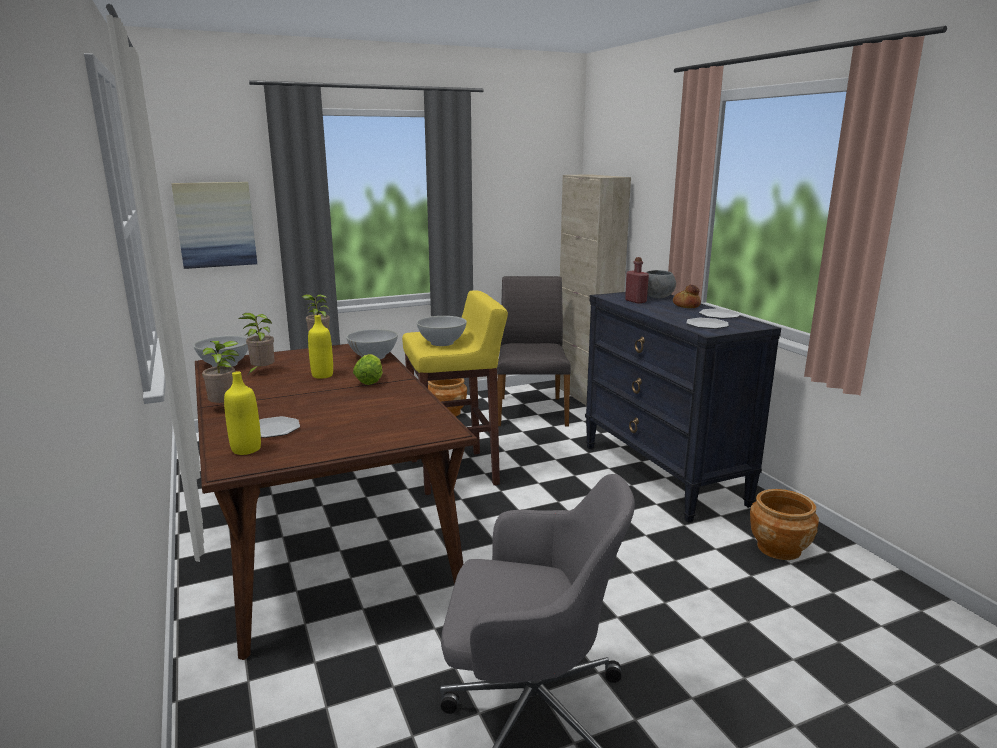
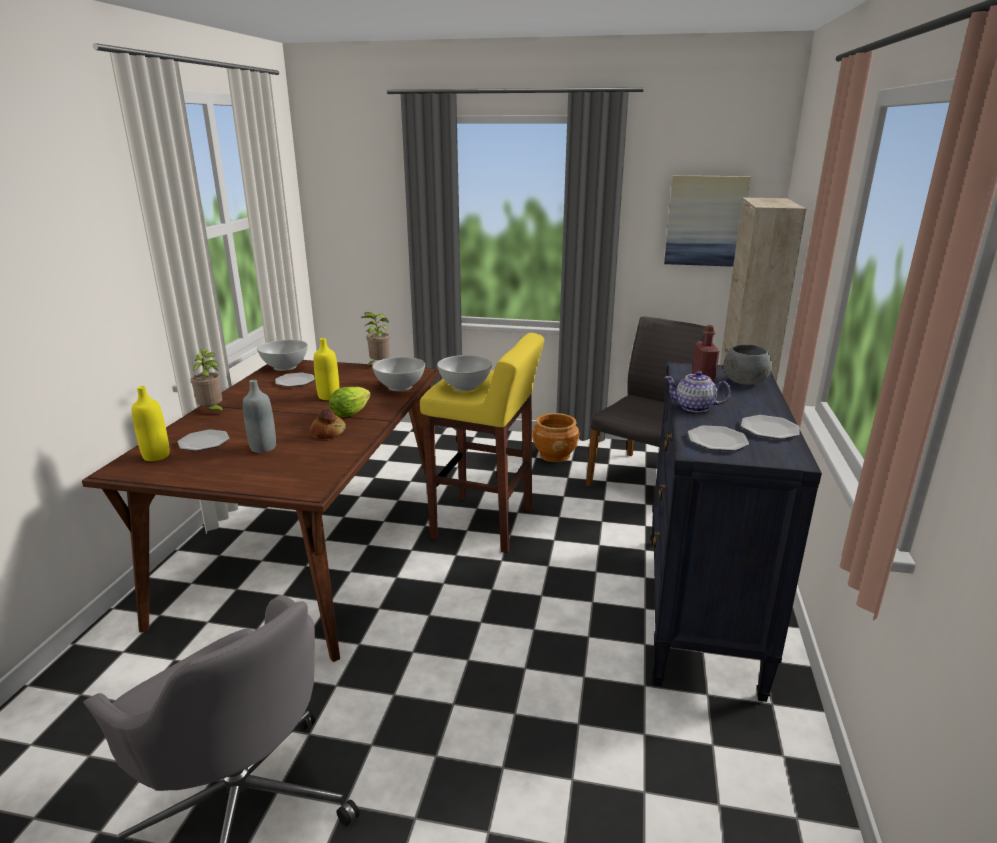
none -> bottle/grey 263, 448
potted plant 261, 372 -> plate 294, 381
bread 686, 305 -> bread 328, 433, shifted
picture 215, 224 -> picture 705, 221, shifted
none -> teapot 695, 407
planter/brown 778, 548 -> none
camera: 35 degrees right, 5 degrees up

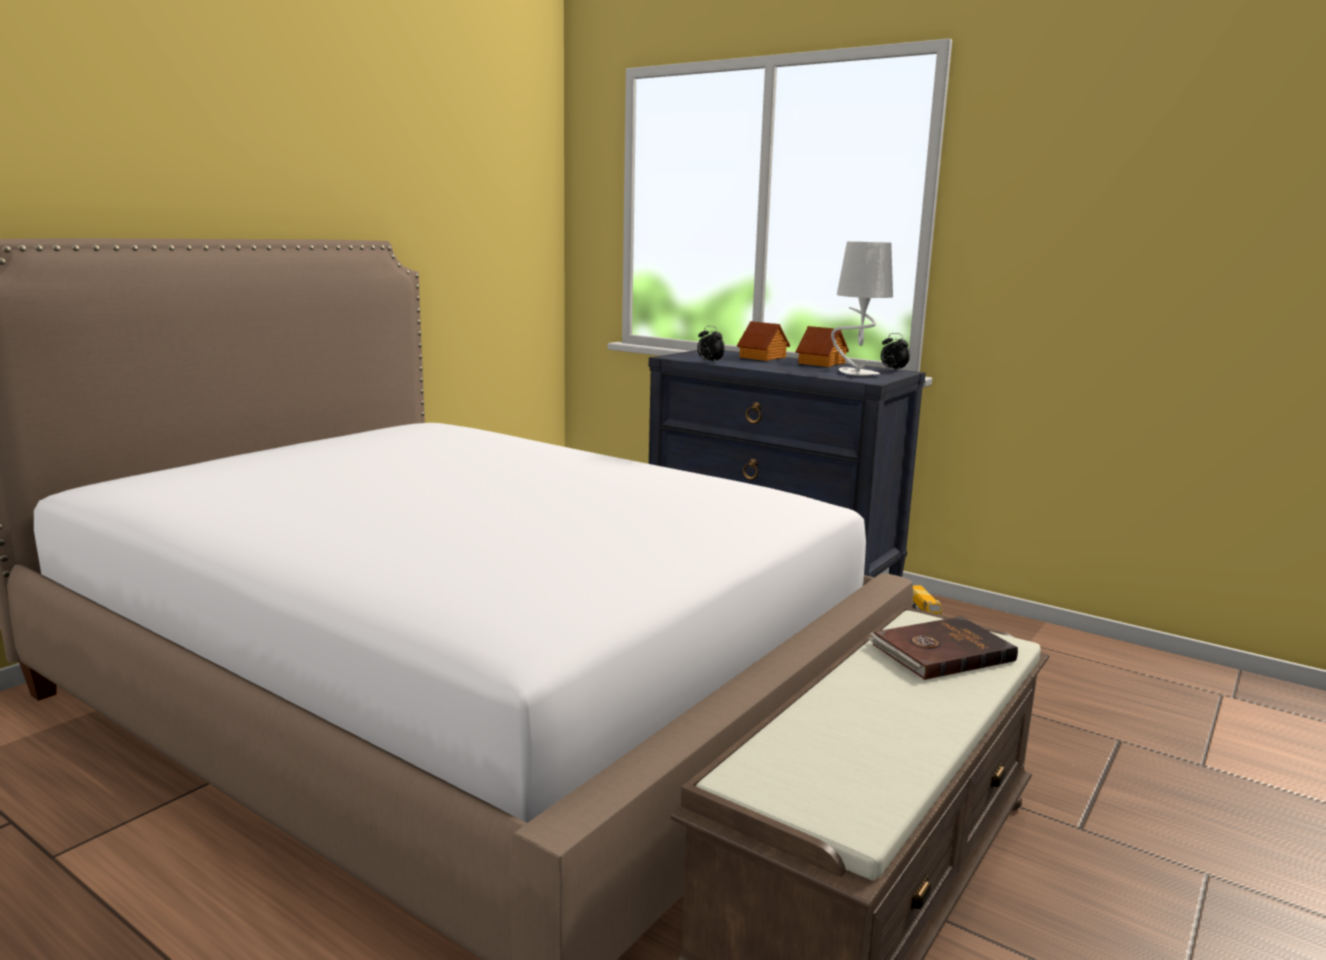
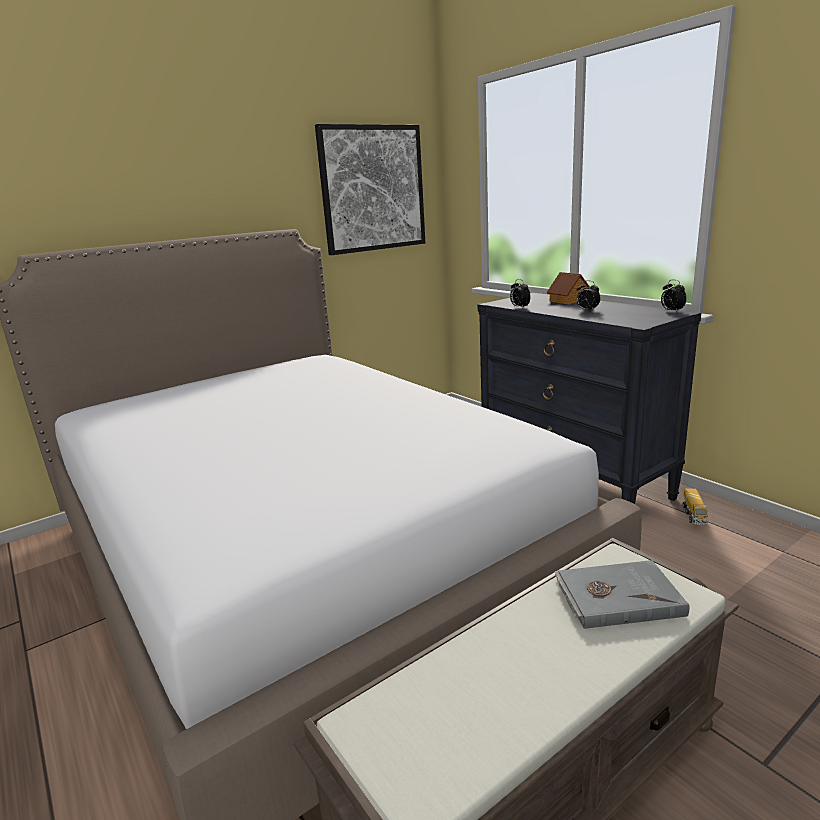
none -> picture 373, 189
book/brown 940, 652 -> book/grey 617, 596
none -> alarm clock 587, 310
toy house 821, 363 -> none
table lamp/grey 855, 373 -> none
camera: 20 degrees right, 5 degrees up

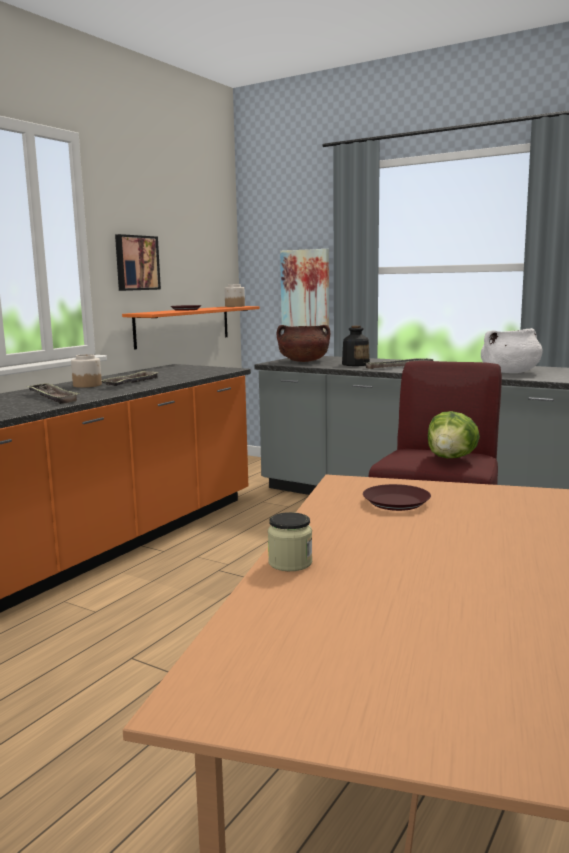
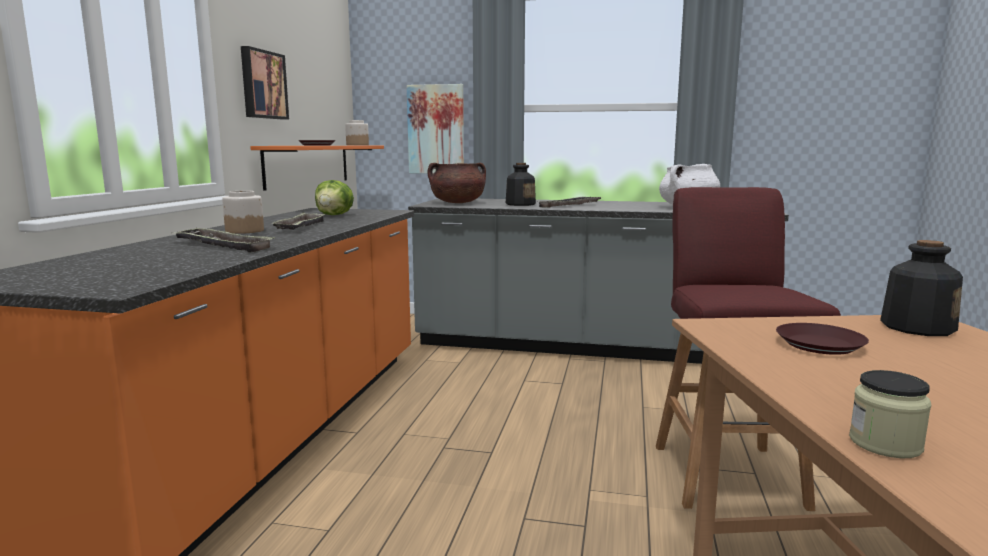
lettuce 451, 458 -> lettuce 335, 215, shifted
none -> bottle 916, 327
camera: 20 degrees left, 0 degrees up

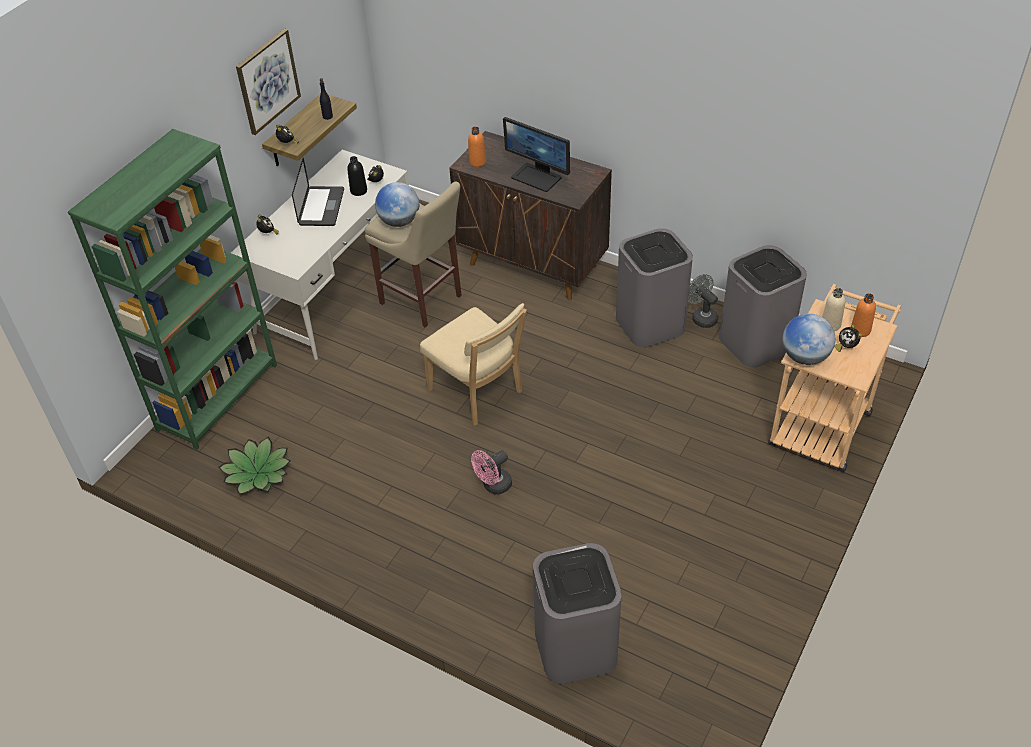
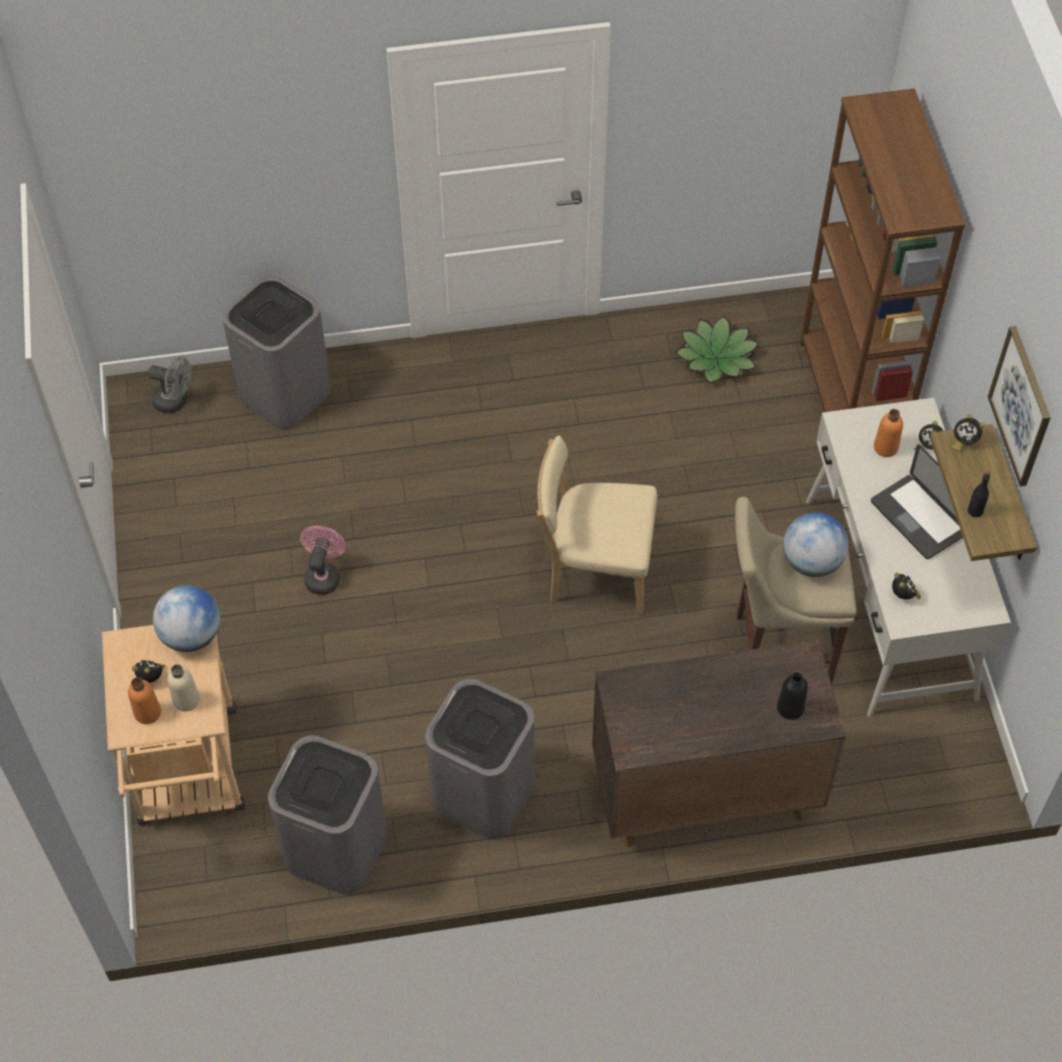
fan/grey 701, 317 -> fan/grey 175, 401, shifted
fan/pink 493, 486 -> fan/pink 323, 575, shifted
bottle/black 358, 191 -> bottle/black 790, 708, shifted
bookcase/green 218, 396 -> bookcase/brown 850, 400
bottle/orange 477, 162 -> bottle/orange 885, 447, shifted
monitor 537, 177 -> none
camera: 140 degrees right, 10 degrees up

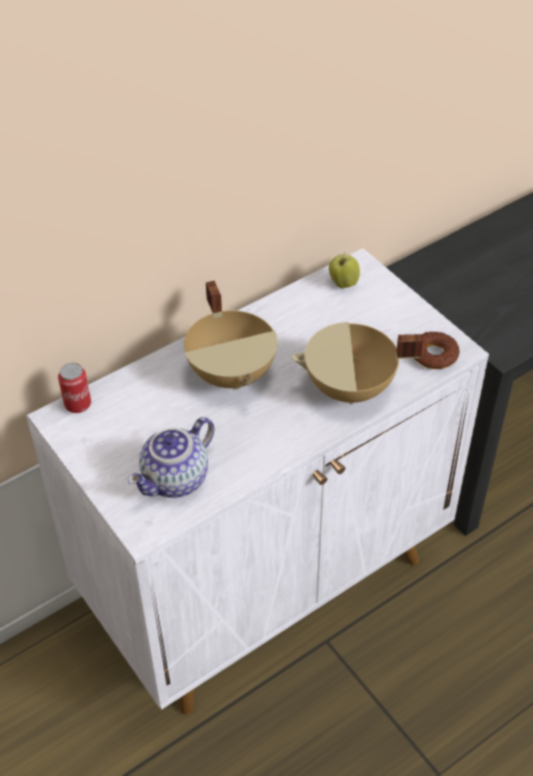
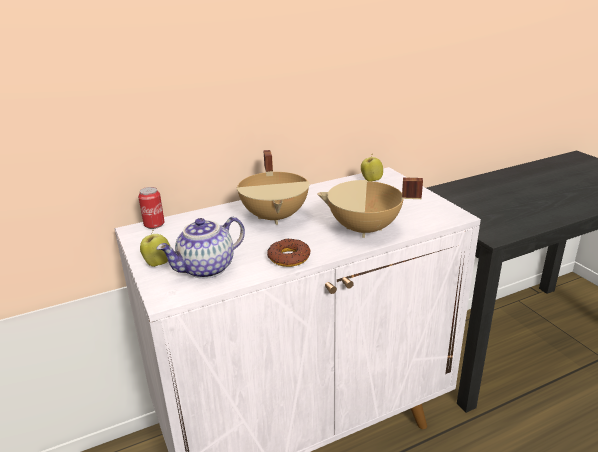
none -> apple 157, 263
donut 434, 355 -> donut 289, 257, shifted
camera: 10 degrees right, 20 degrees down

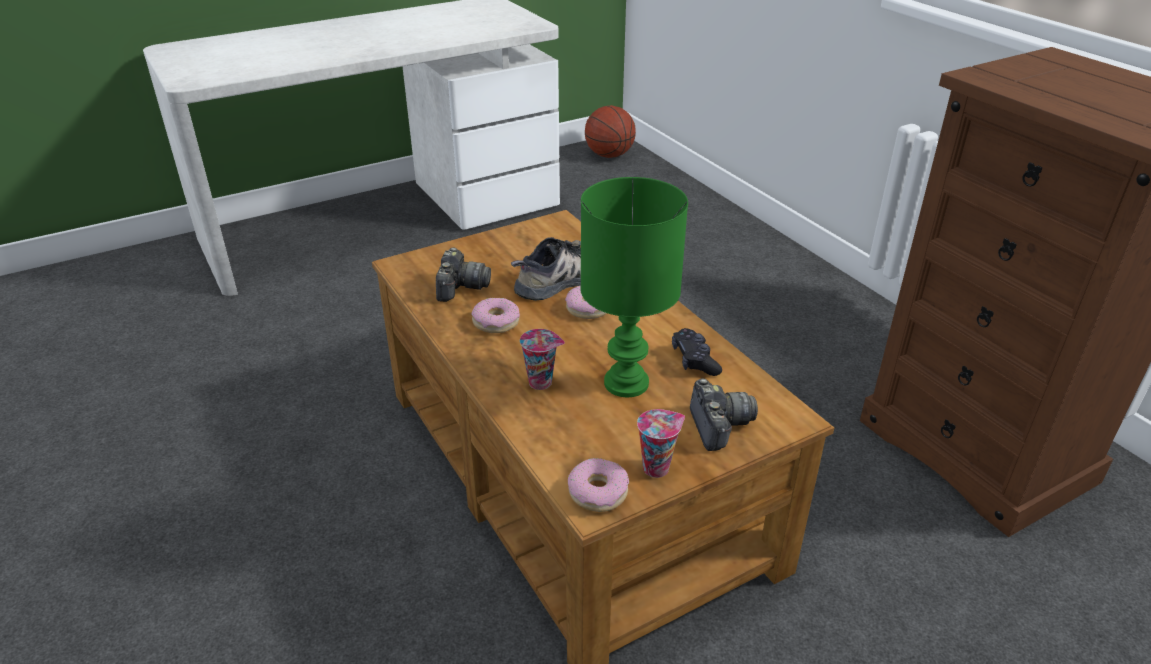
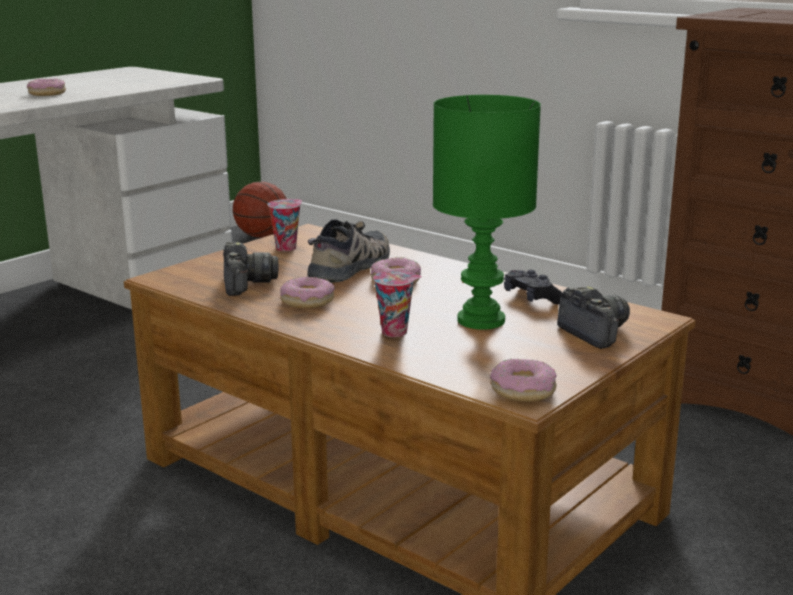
none -> donut 47, 93
cup 657, 467 -> cup 286, 247, shifted
camera: 20 degrees left, 15 degrees down

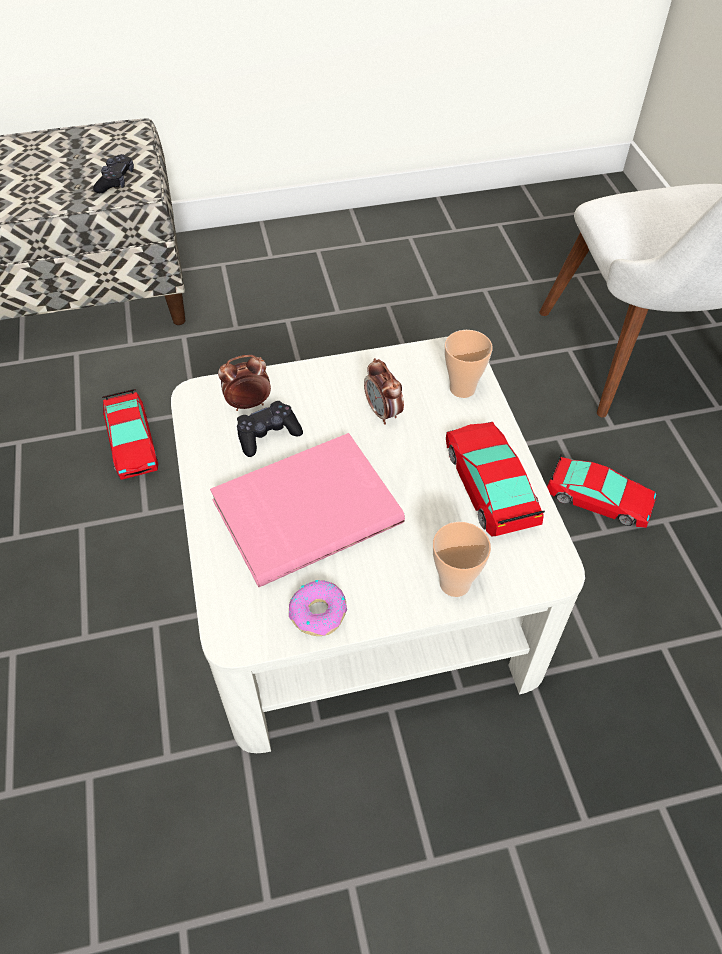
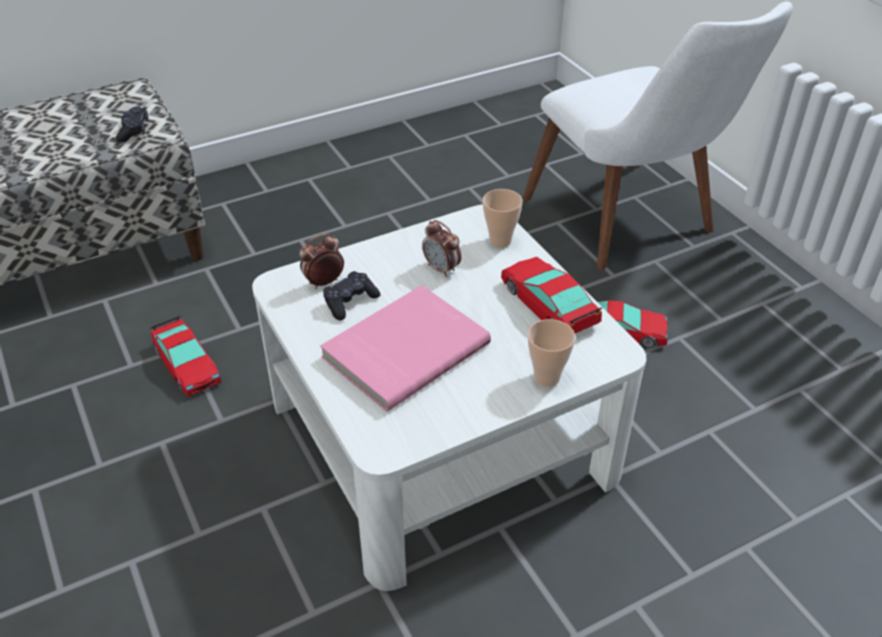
donut 319, 612 -> none
camera: 15 degrees left, 10 degrees down

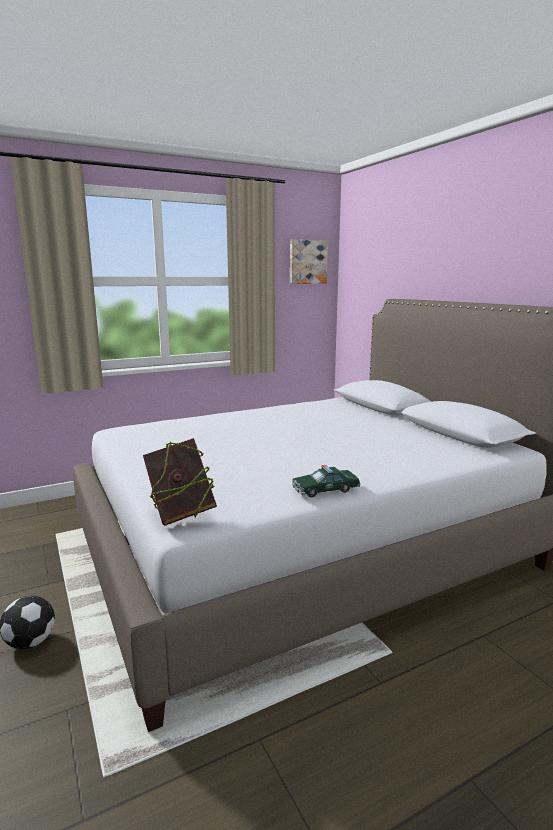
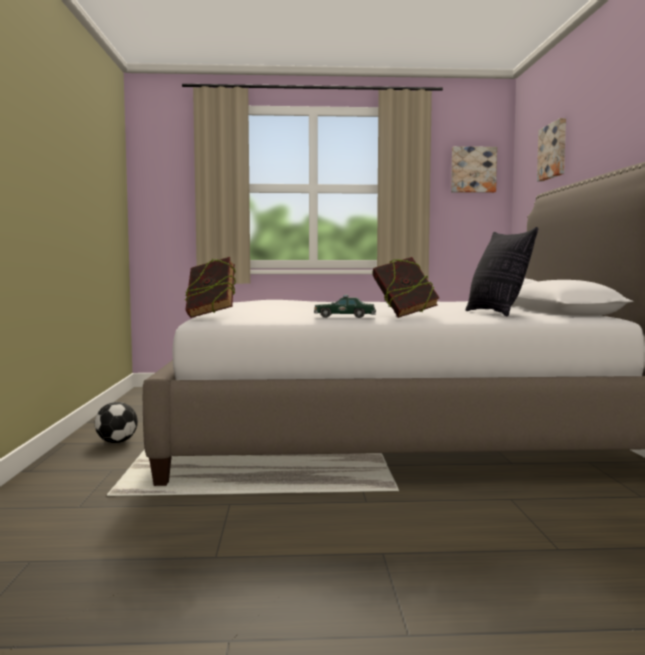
none -> book 404, 316
none -> pillow 497, 314
none -> picture 554, 151
camera: 25 degrees right, 10 degrees down

